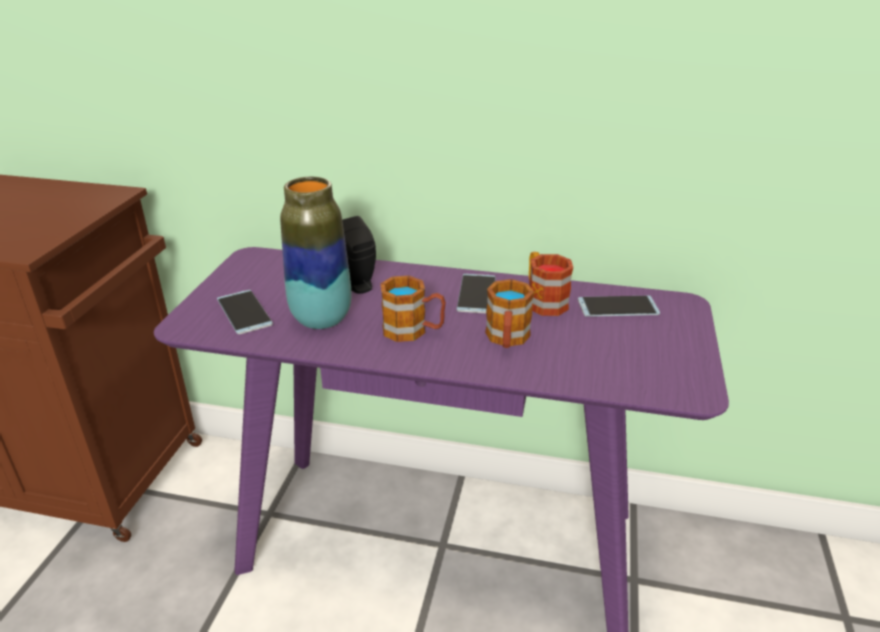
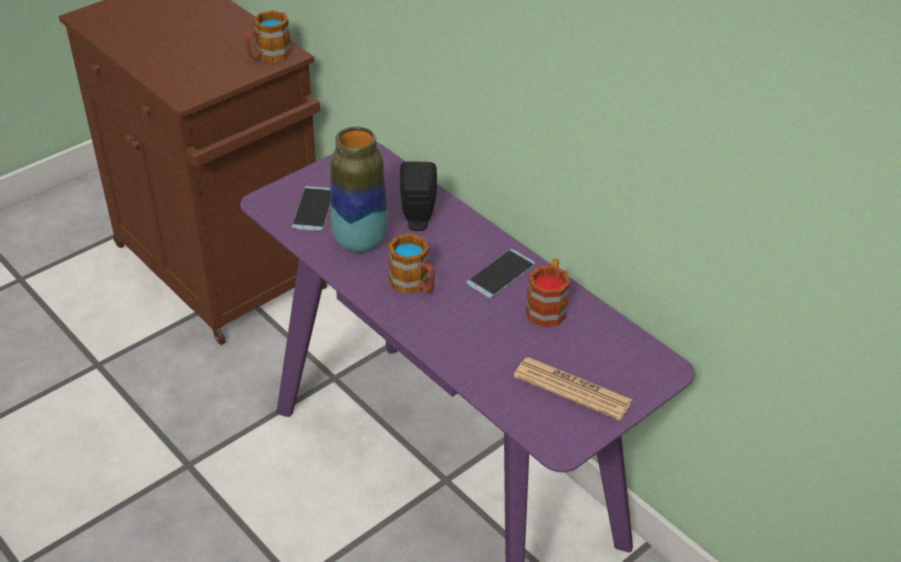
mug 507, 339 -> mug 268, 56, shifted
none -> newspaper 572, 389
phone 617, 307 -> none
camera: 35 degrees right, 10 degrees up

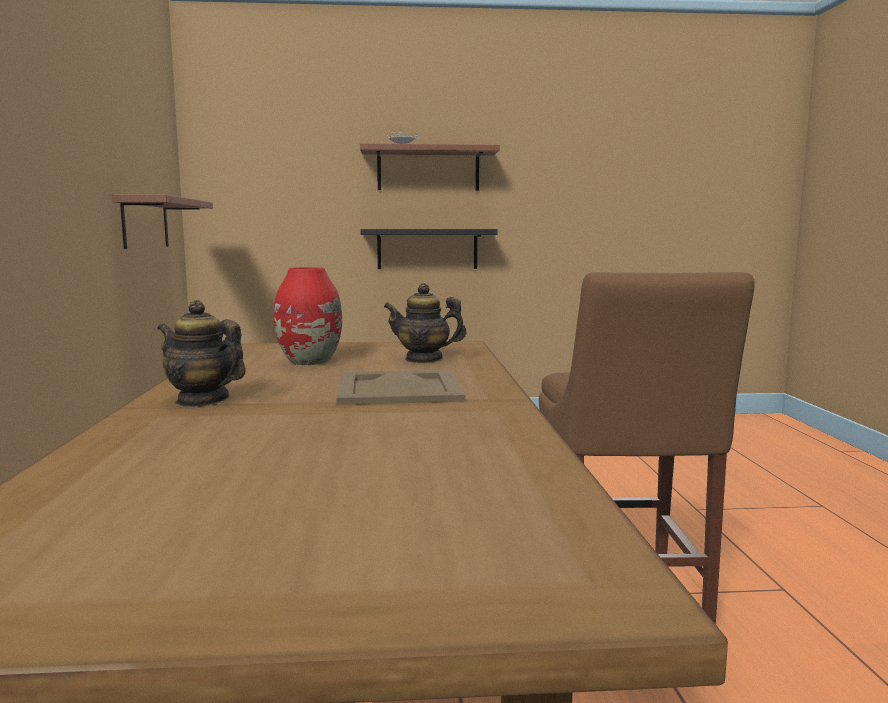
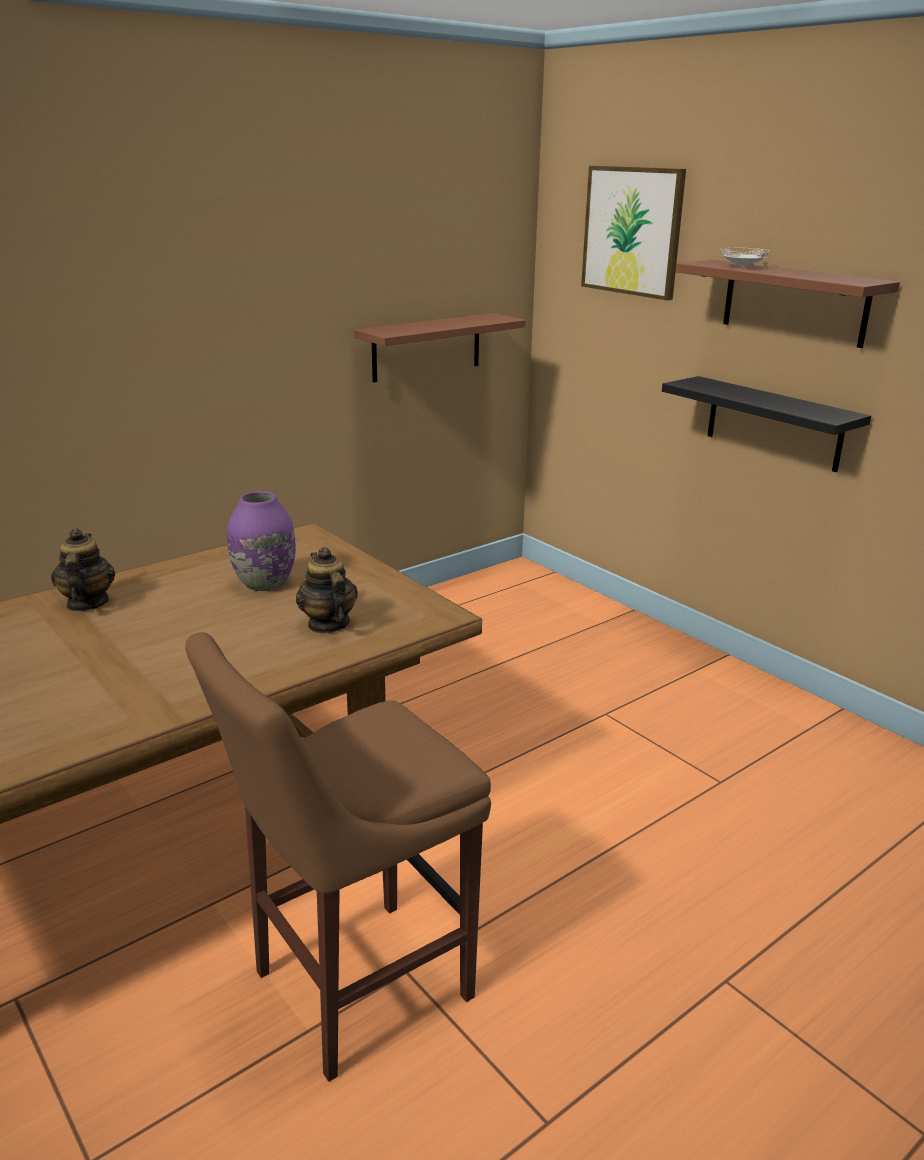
vase/red 309, 362 -> vase/purple 264, 584
none -> picture 632, 231
tray/beige 400, 388 -> none
camera: 55 degrees right, 15 degrees up

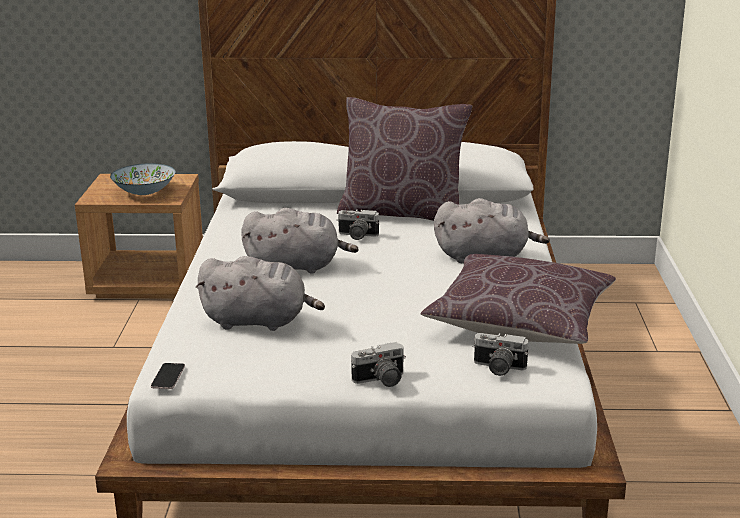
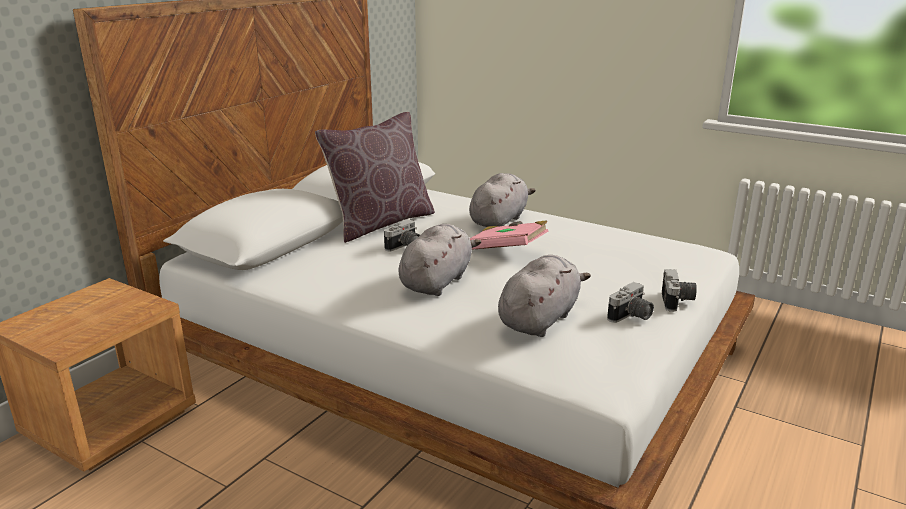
none -> book/pink 506, 250
photo camera 498, 368 -> photo camera 631, 317, shifted
bowl 145, 192 -> none
phone 168, 376 -> none
pillow/brown 519, 321 -> none
camera: 60 degrees left, 0 degrees up

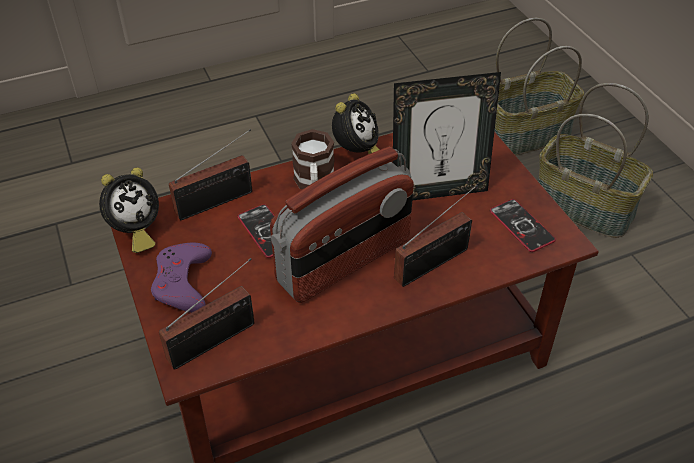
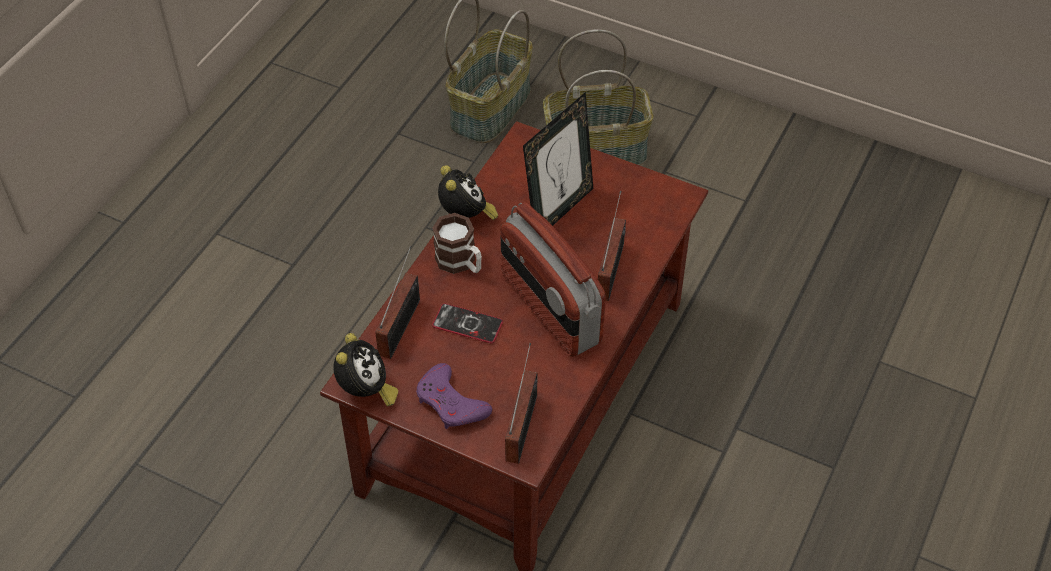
radio 344, 261 -> radio 549, 309, 135 degrees clockwise
phone 521, 226 -> none
camera: 40 degrees left, 5 degrees up

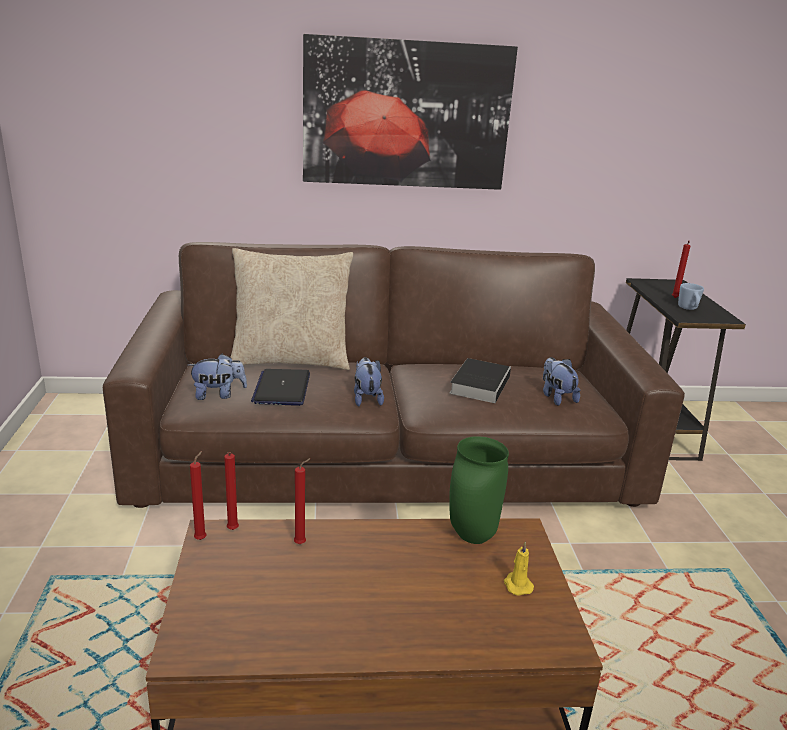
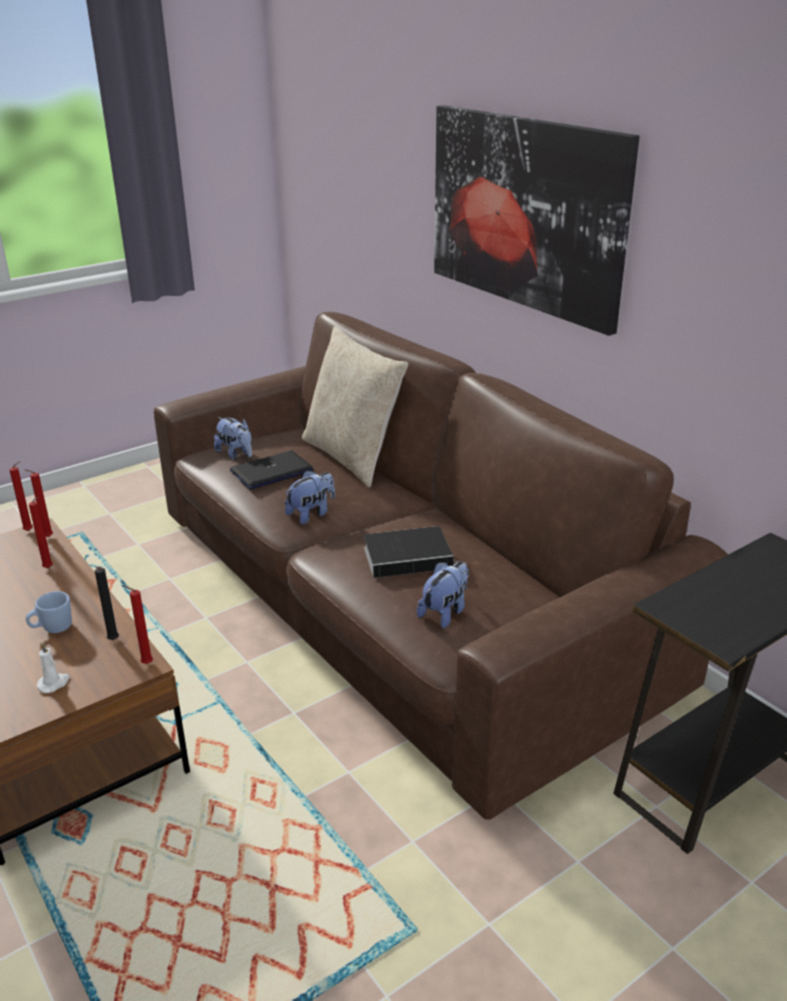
mug/blue 688, 309 -> mug/blue 52, 629, shifted
candle/yellow 517, 585 -> candle/white 54, 683
vase/green 473, 537 -> candle/black 113, 641
candle/red 674, 298 -> candle/red 145, 664, shifted
camera: 60 degrees right, 5 degrees up

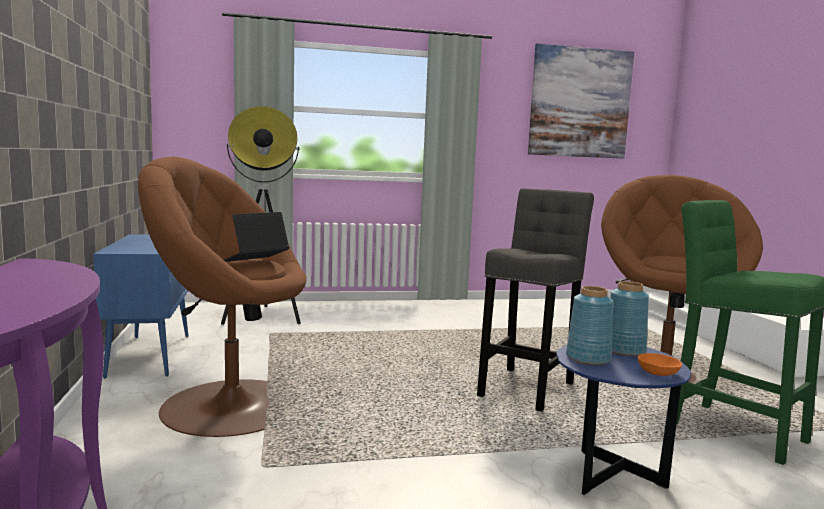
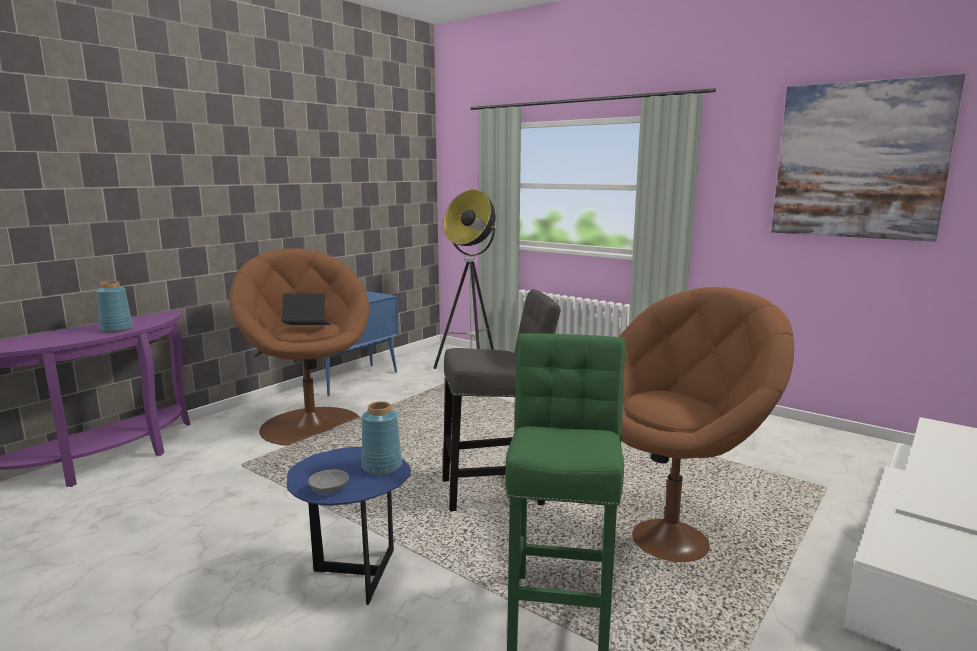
vase/blue 587, 358 -> vase/blue 116, 329, shifted
bowl/orange 660, 373 -> bowl/grey 329, 490
camera: 50 degrees right, 5 degrees up

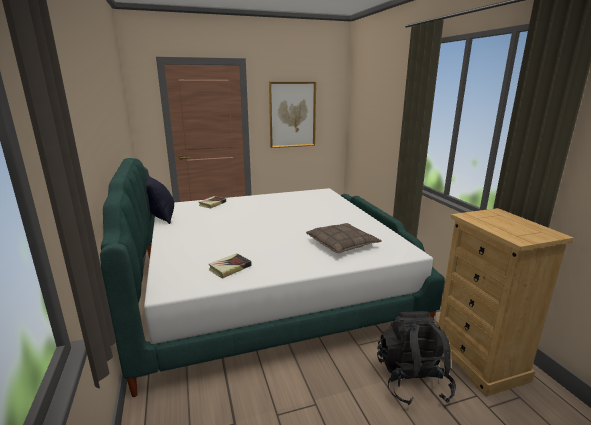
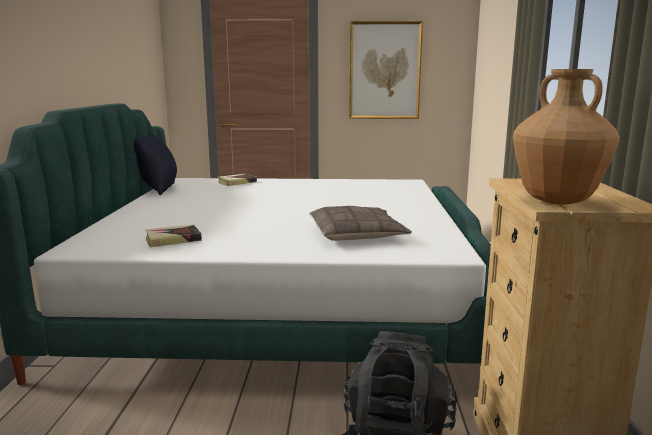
none -> vase/brown 557, 202
camera: 20 degrees right, 5 degrees down

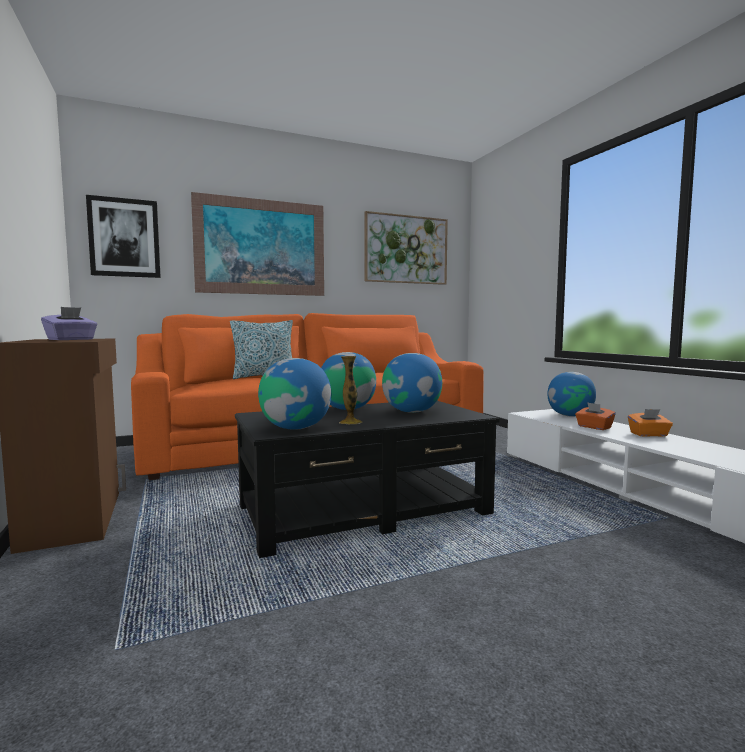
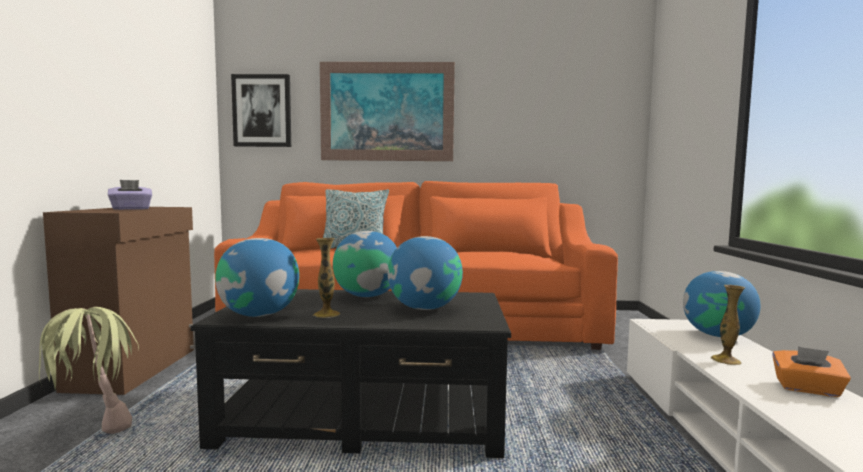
none -> potted plant 93, 428
tissue box/orange 594, 427 -> vase 726, 360
picture 406, 249 -> none
camera: 25 degrees right, 0 degrees up

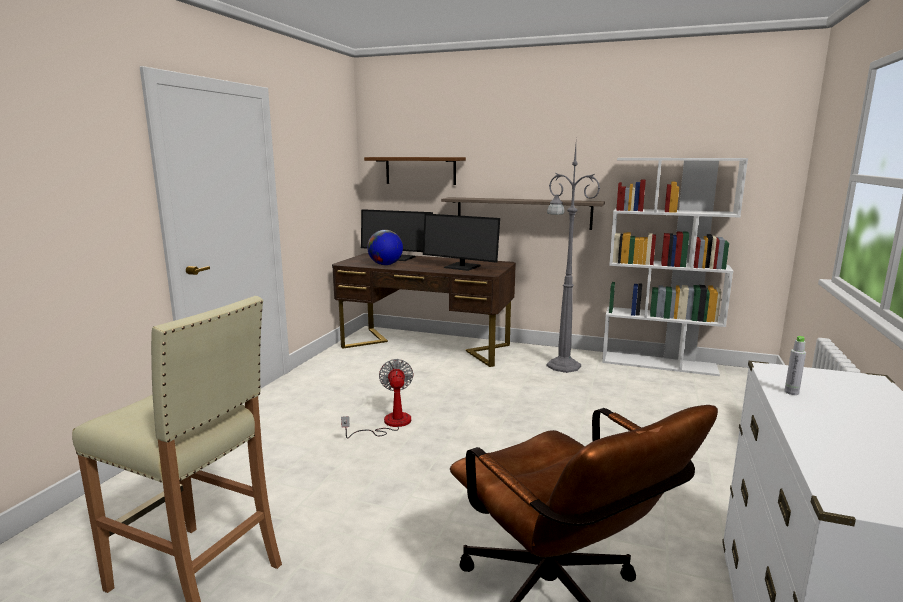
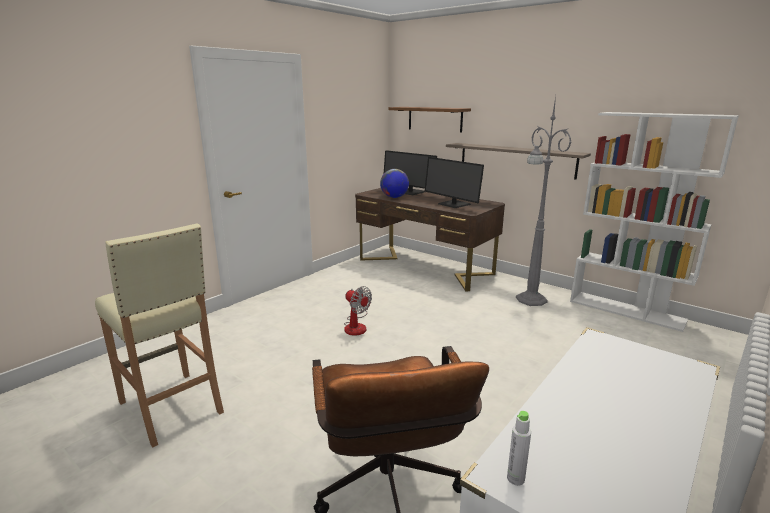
fan 389, 424 -> fan 356, 325, 120 degrees clockwise
bottle/grey 791, 392 -> bottle/grey 515, 478, shifted
camera: 20 degrees right, 5 degrees up

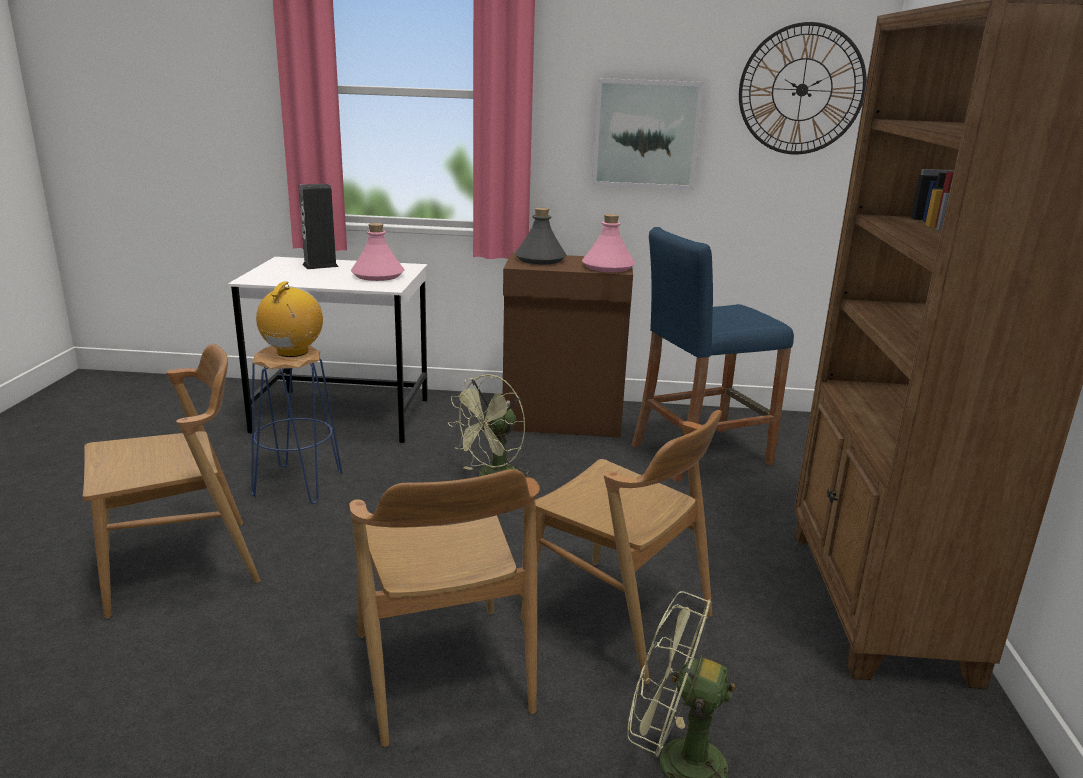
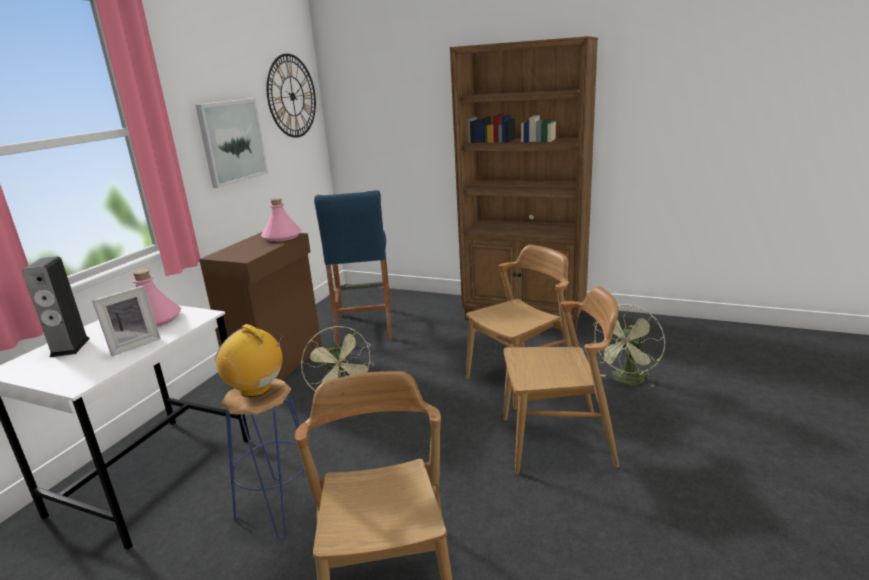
none -> picture frame 133, 345
bottle/grey 540, 259 -> none
camera: 70 degrees left, 0 degrees up

